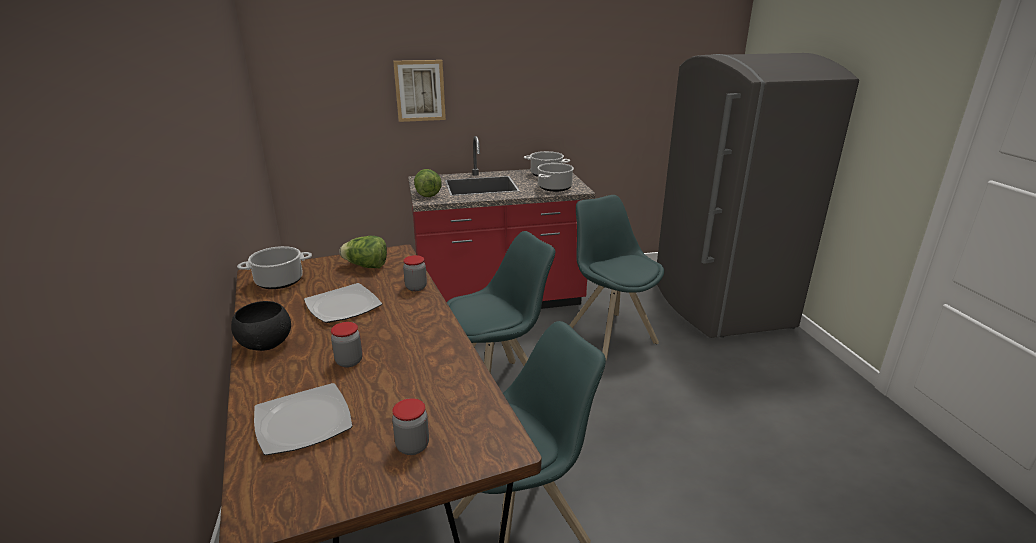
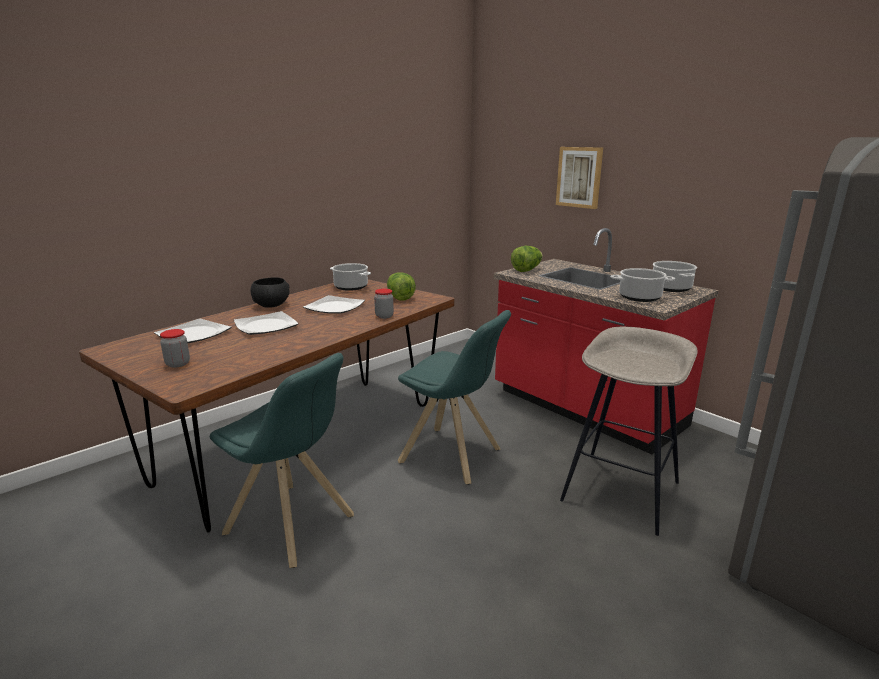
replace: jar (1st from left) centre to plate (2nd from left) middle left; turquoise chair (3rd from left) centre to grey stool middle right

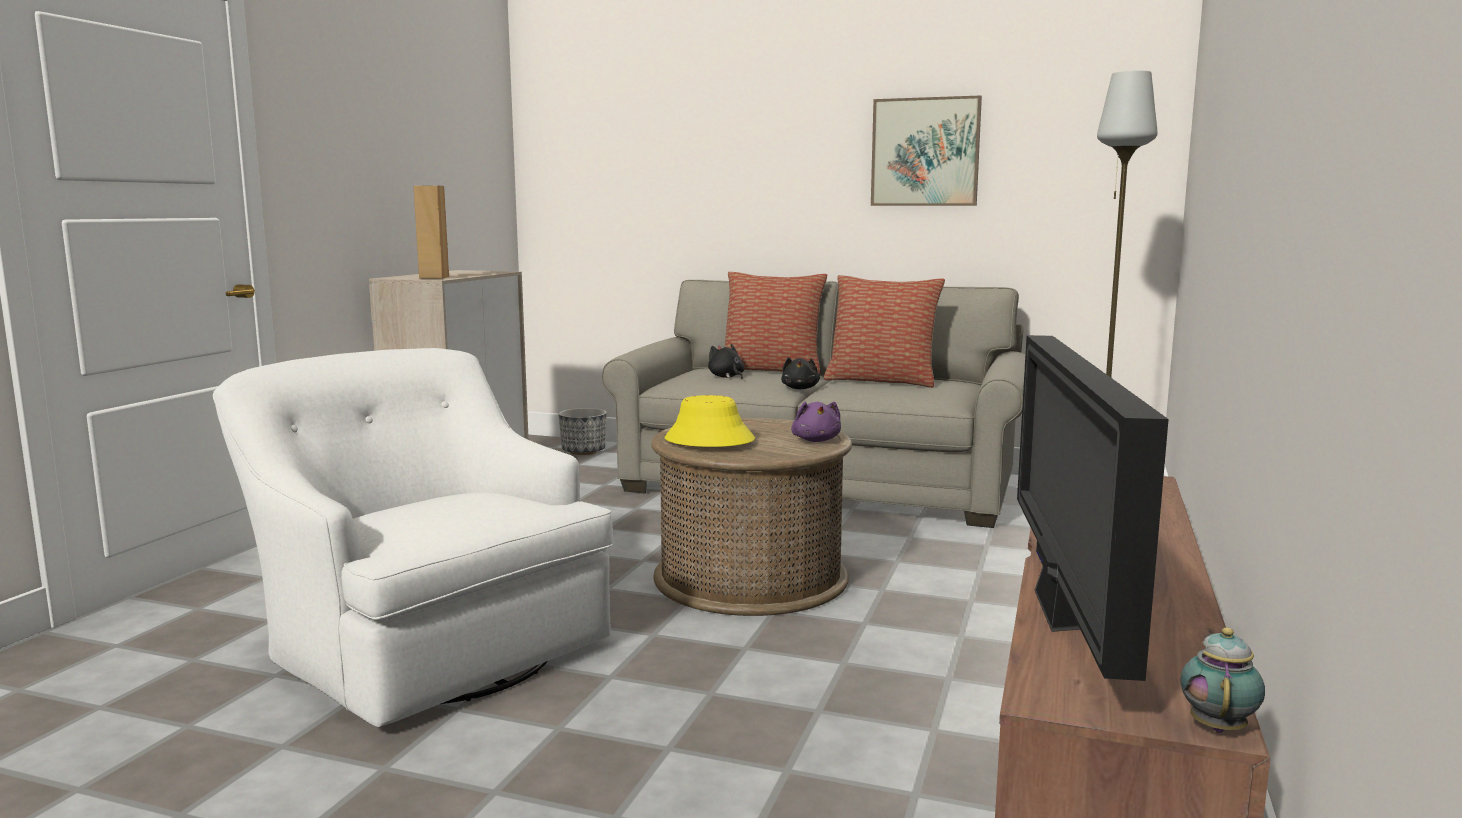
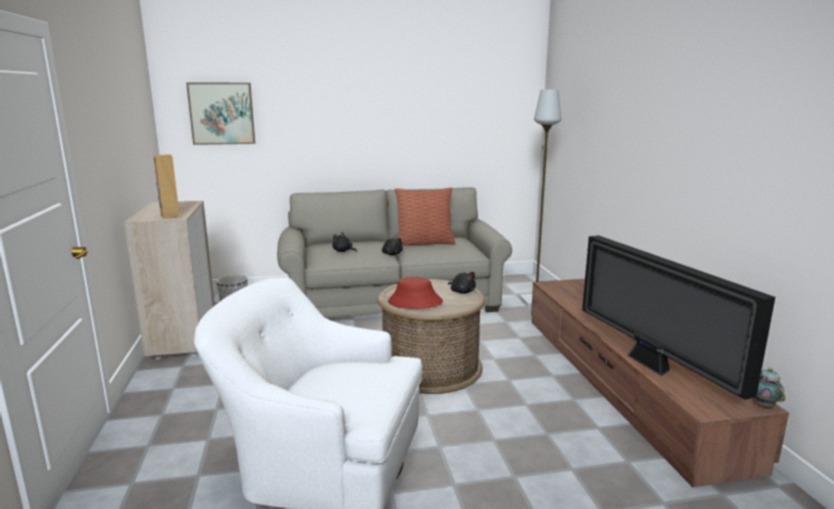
delete: pillow (1st from left) centre
move: picture top centre to top left
recolor: yellow hat centre to red hat centre; purple plush toy centre to black plush toy (3rd from left) centre

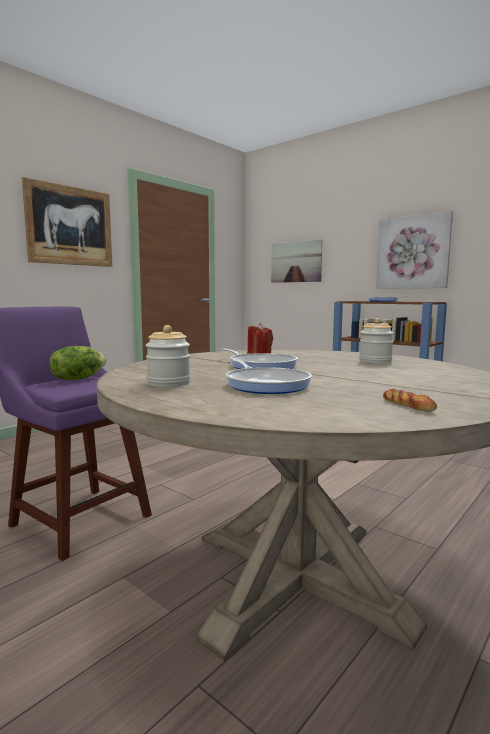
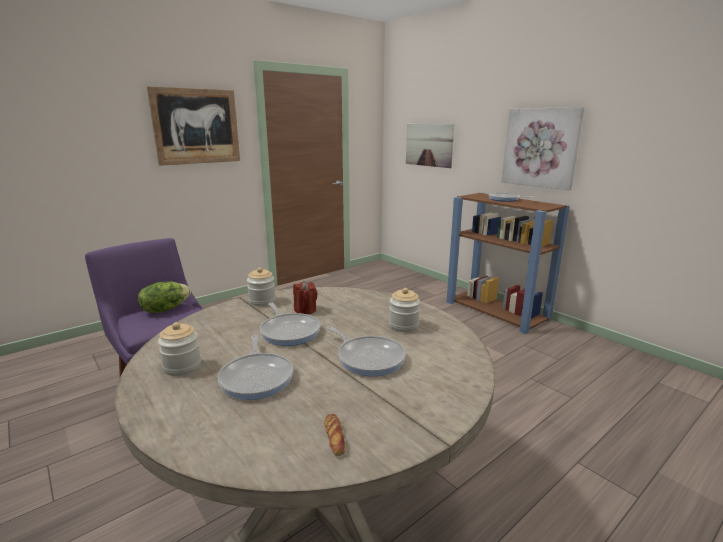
insert: jar (2nd from left) centre; frying pan (3rd from left) centre

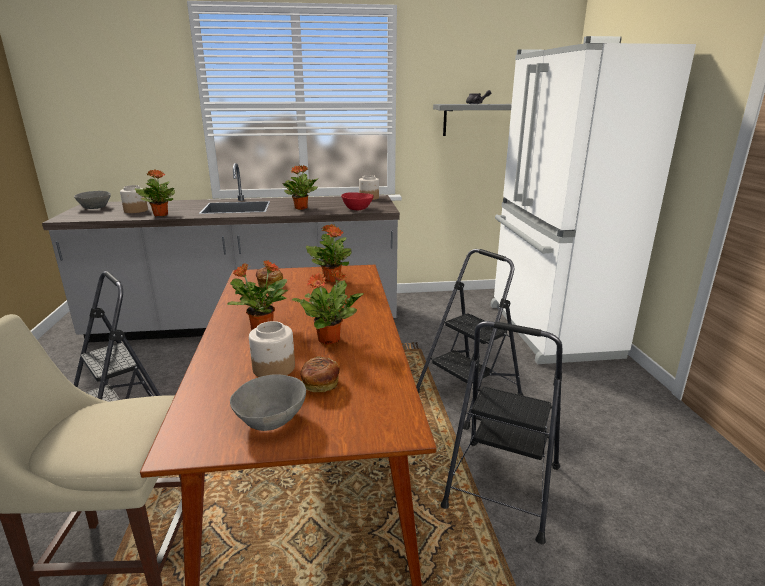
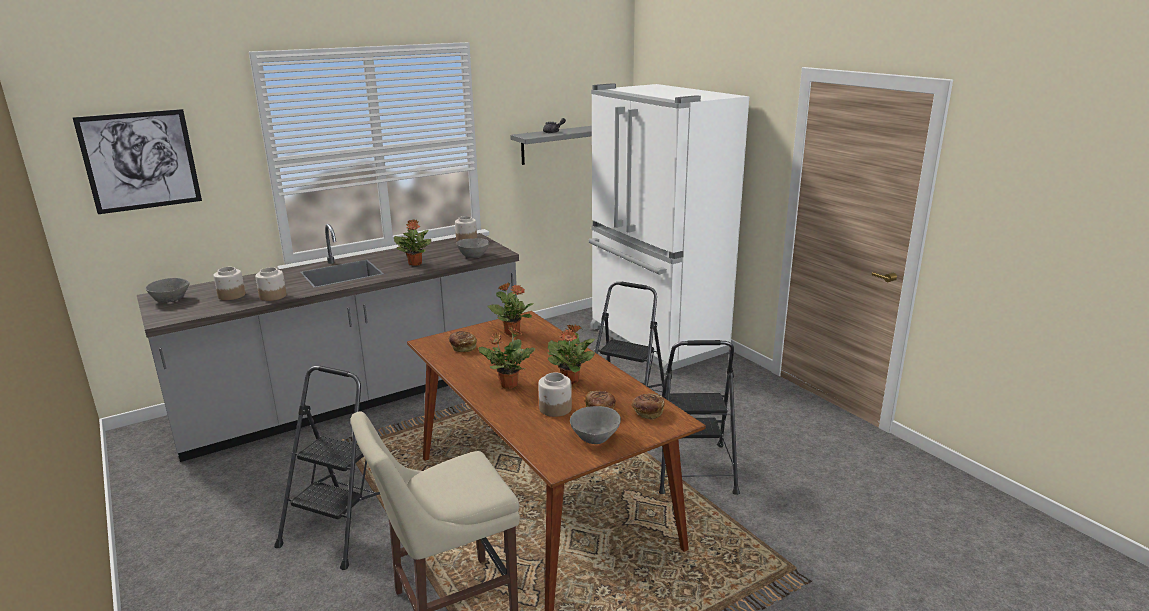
insert: picture top left; bread (3rd from left) centre
replace: potted plant (1st from left) top left to jar (2nd from left) middle left
recolor: red bowl centre to grey bowl (2nd from left) centre

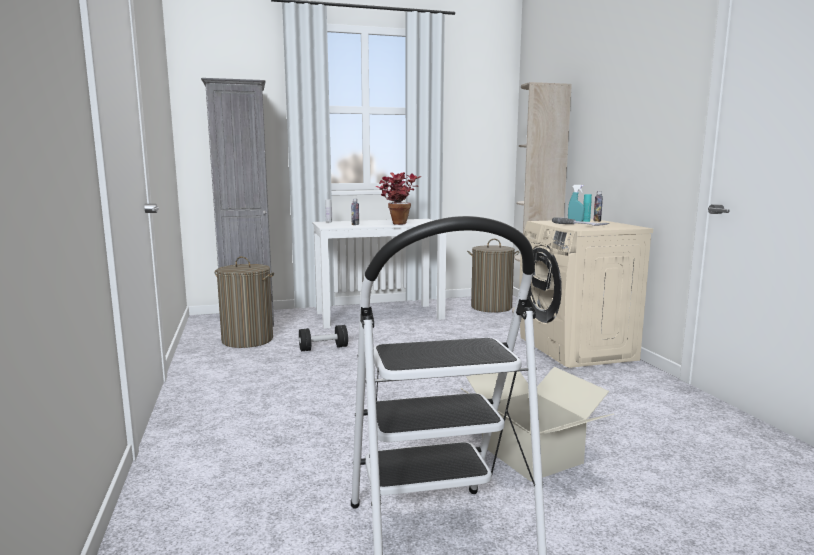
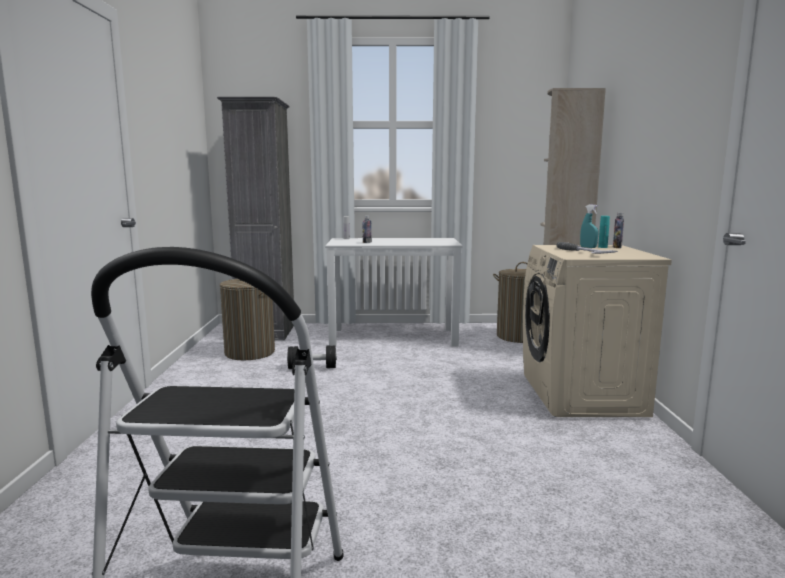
delete: potted plant centre; cardboard box bottom centre

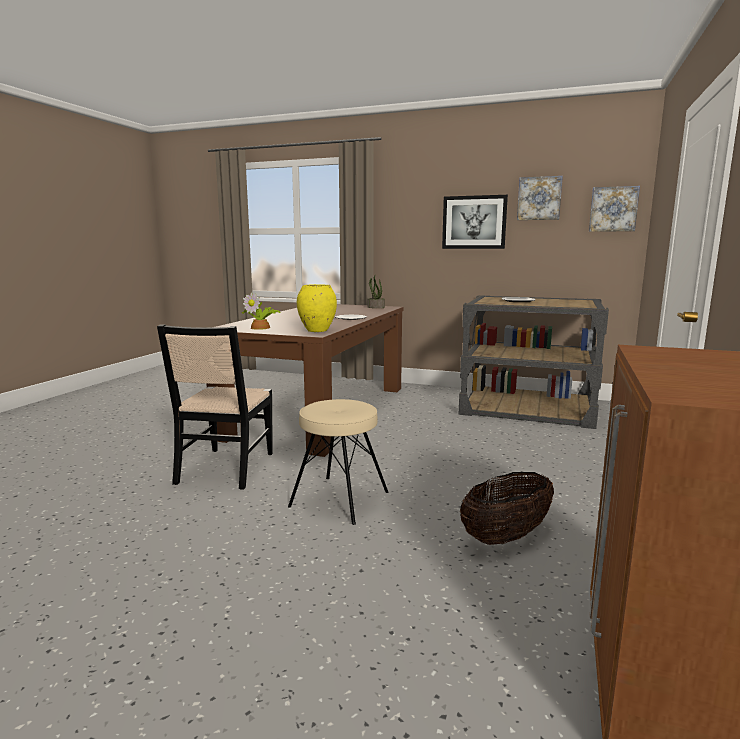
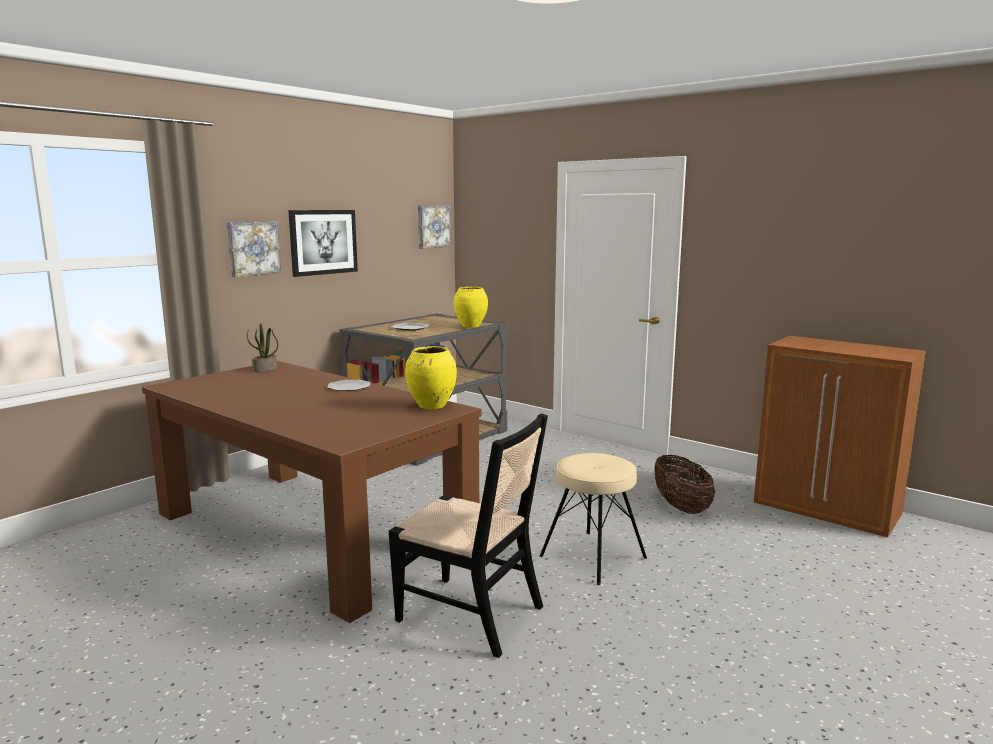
delete: potted plant (1st from left) centre
insert: yellow vase (2nd from left) centre
move: picture (2nd from left in the first image) top right to picture (1st from left) middle left

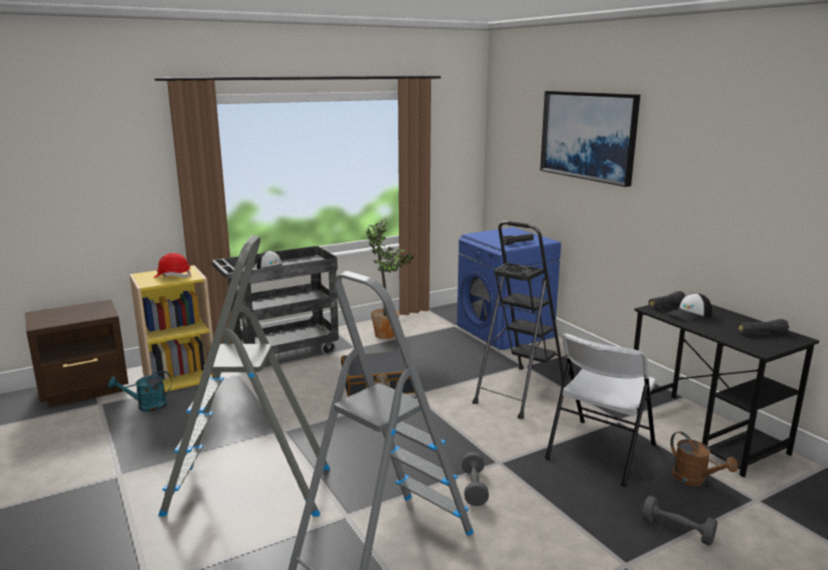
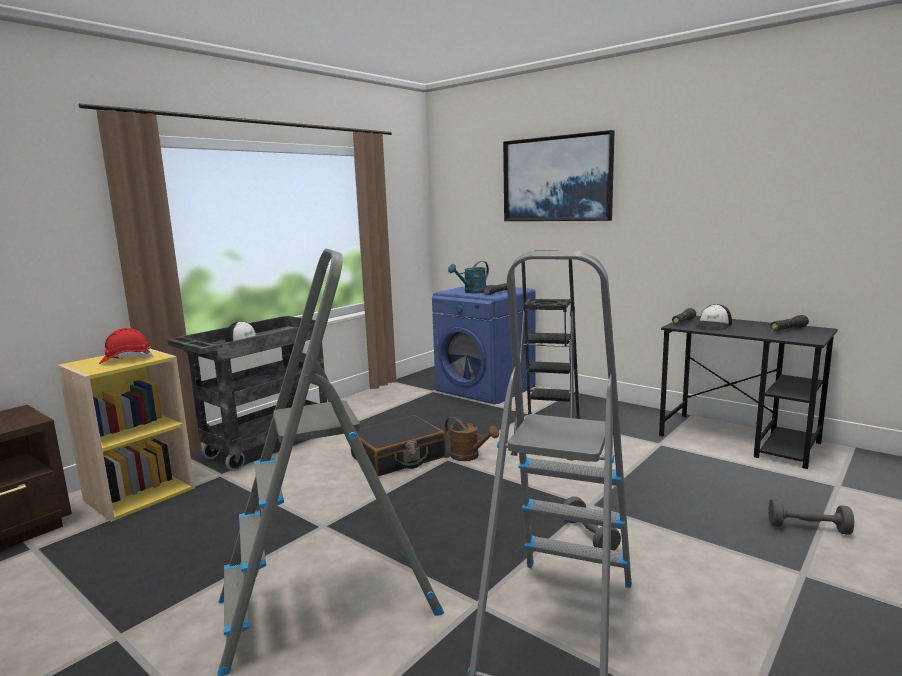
delete: potted plant centre; white chair bottom right
move: turquoise watering can bottom left to centre; brown watering can bottom right to centre

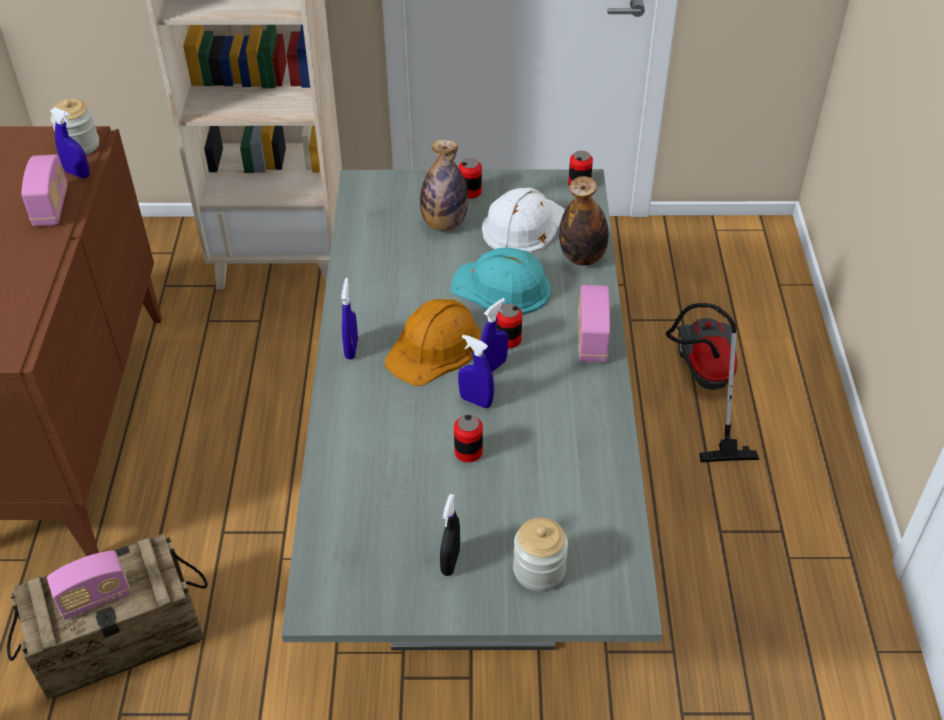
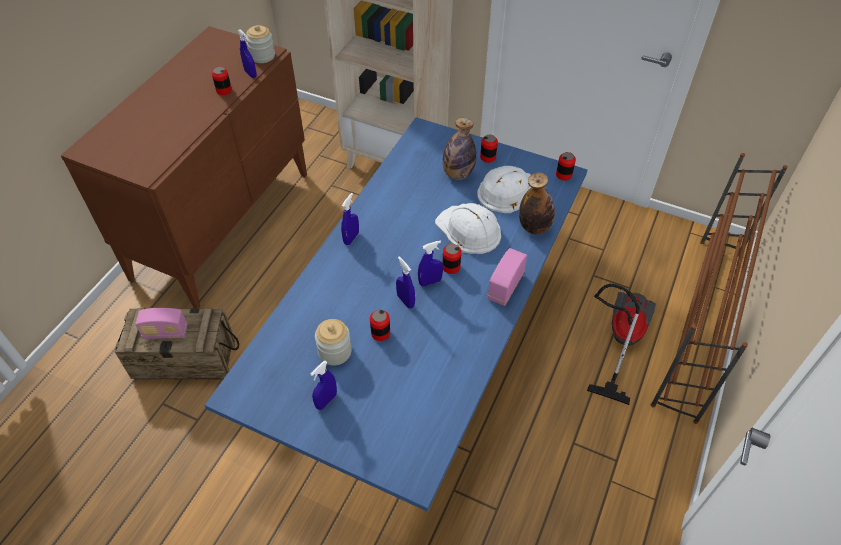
delete: orange hard hat centre
insert: brown shoe rack middle right
move: jar (2nd from left) bottom centre to centre
replace: radio (1st from left) top left to can (1st from left) top left
recolor: grey dining table centre to blue dining table centre; black spray bottle bottom centre to blue spray bottle (2nd from left) bottom centre; turquoise hard hat centre to white hard hat (1st from left) centre

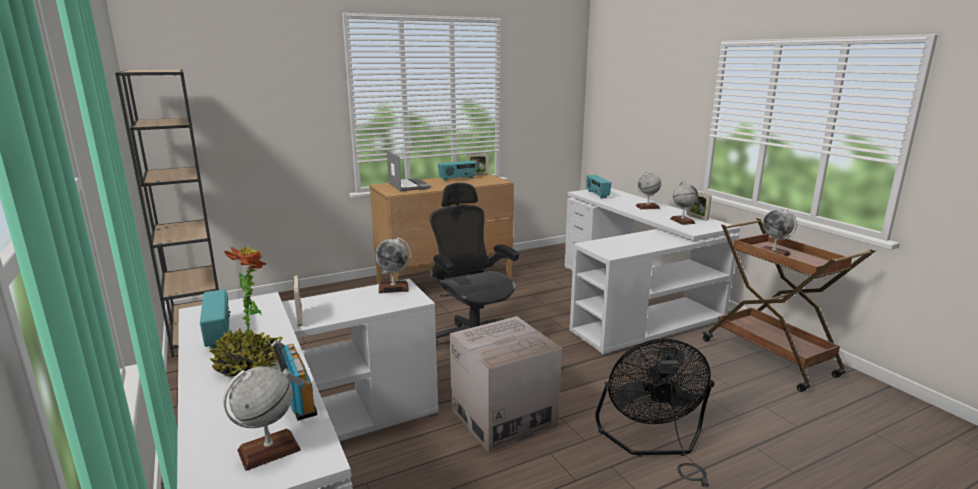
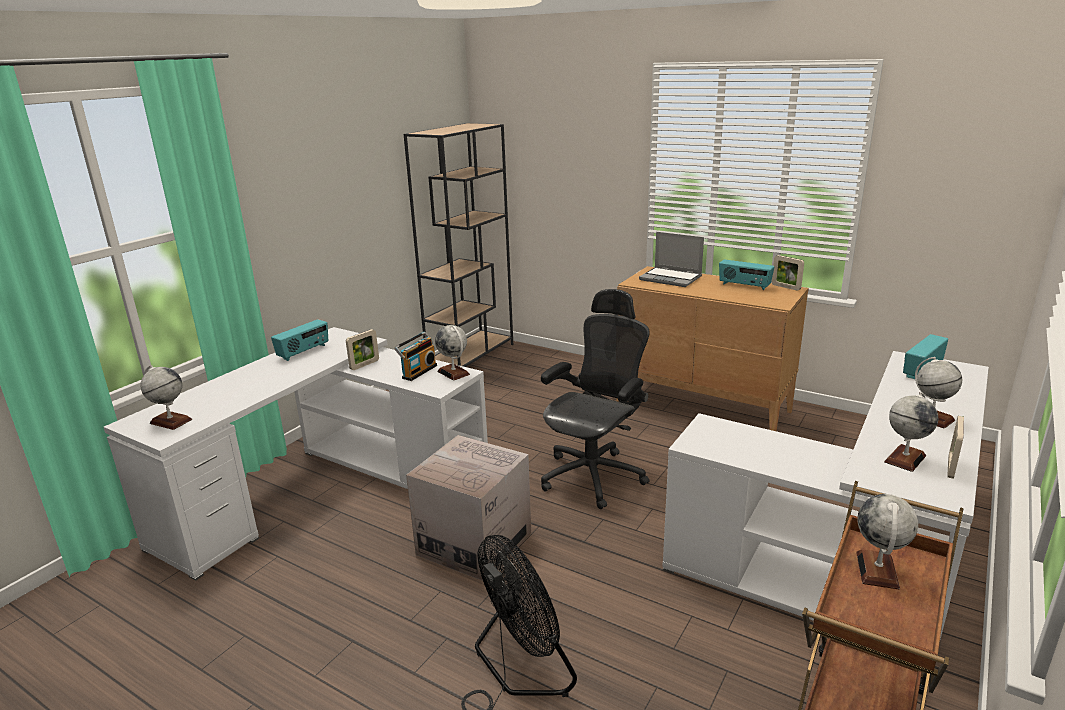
delete: potted plant middle left
move: radio (2nd from left) bottom left to centre
rotate: laptop centre = centre 90 degrees clockwise

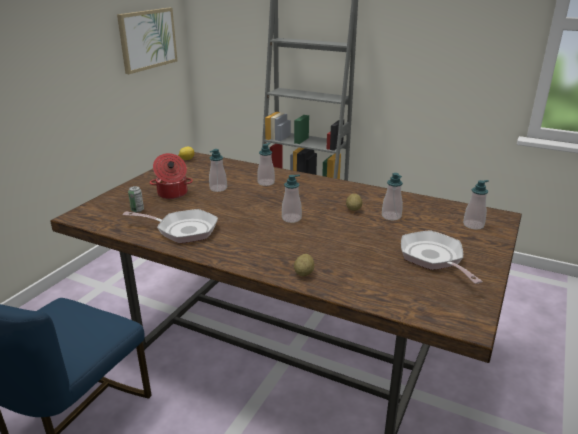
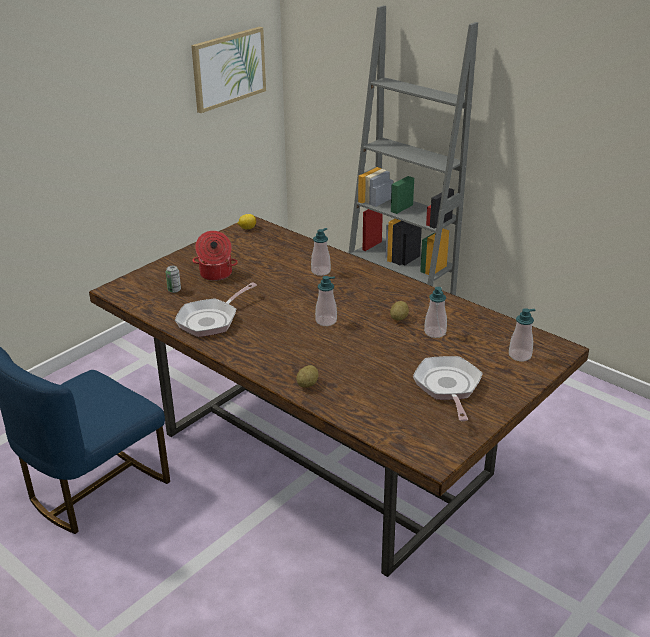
delete: soap dispenser (1st from left) centre
rotate: frying pan (1st from left) middle left = middle left 105 degrees clockwise

